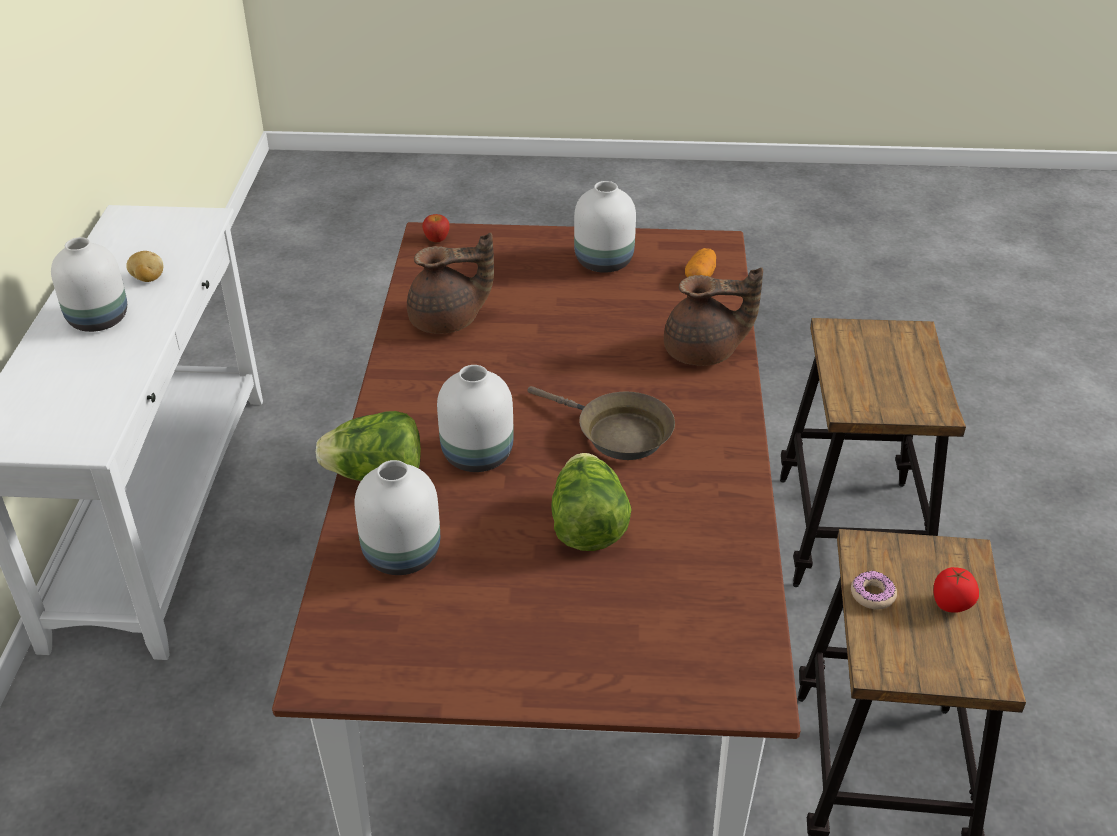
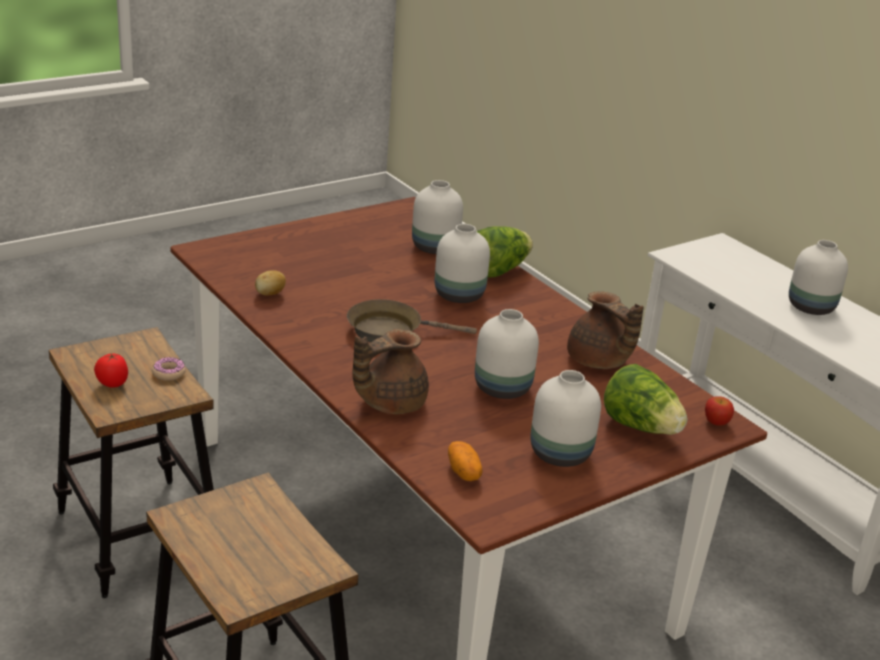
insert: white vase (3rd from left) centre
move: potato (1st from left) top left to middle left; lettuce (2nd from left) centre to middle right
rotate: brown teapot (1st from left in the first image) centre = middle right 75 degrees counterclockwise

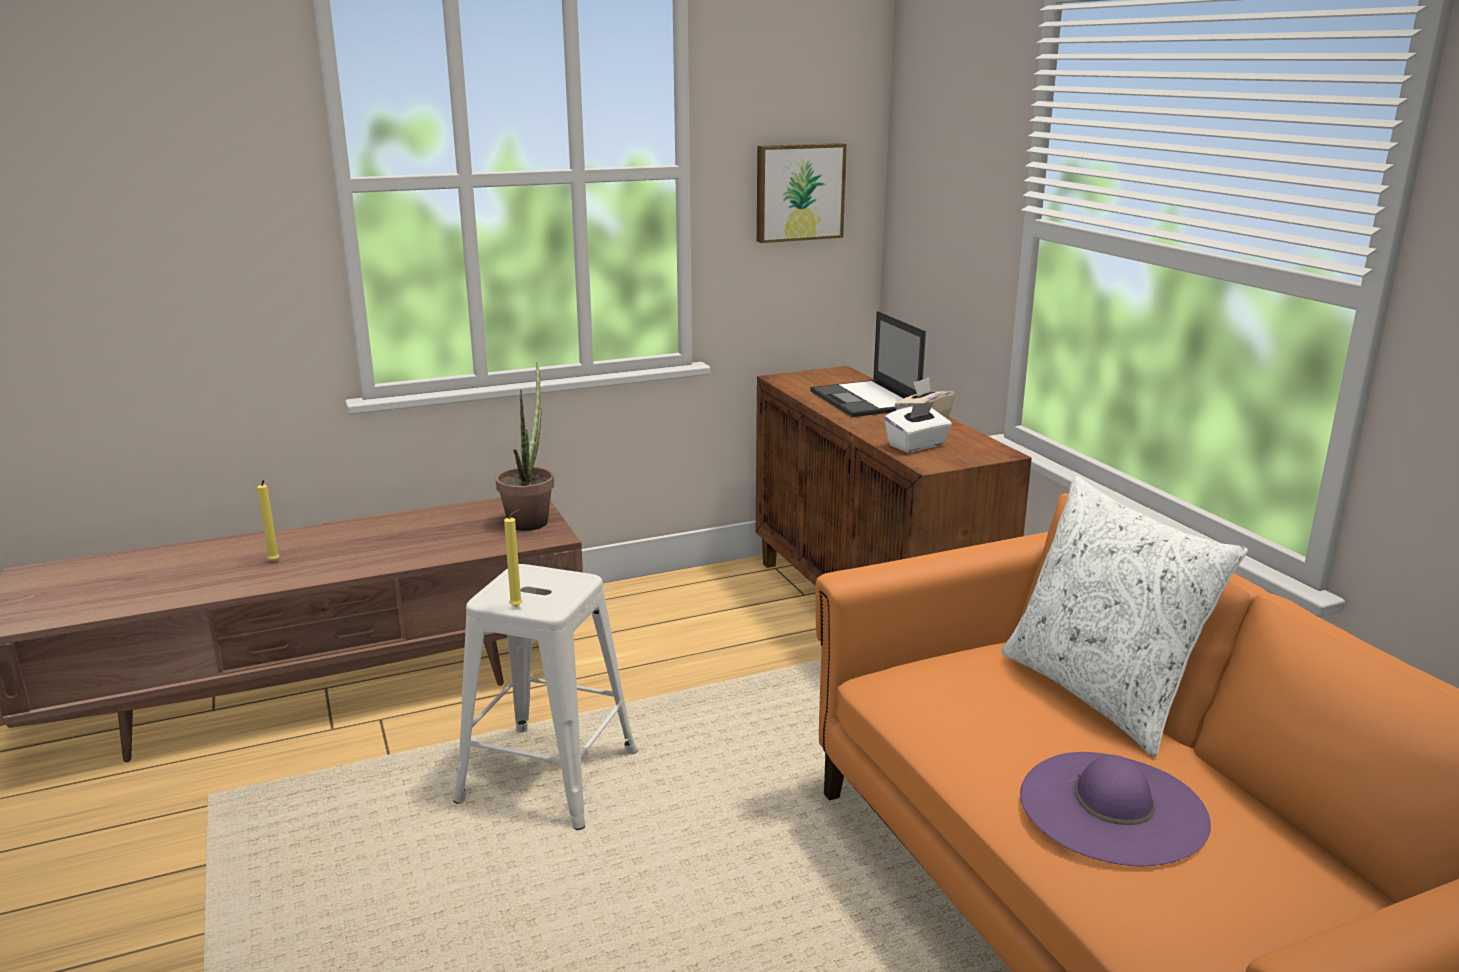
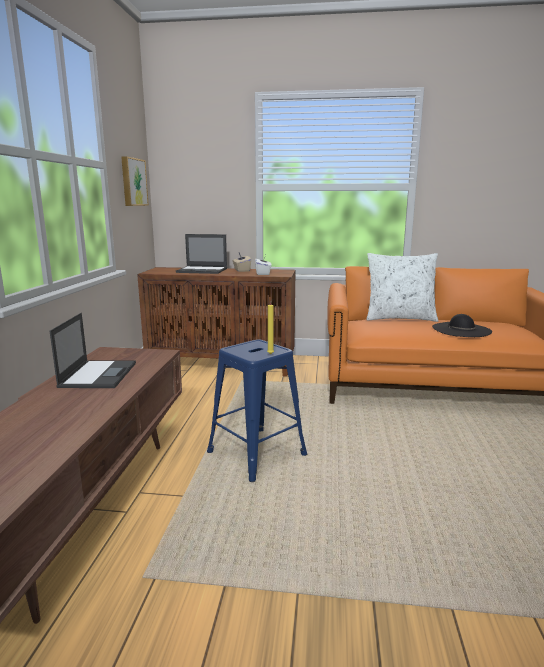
delete: yellow candle (1st from left) middle left; potted plant centre
insert: laptop (1st from left) middle left
recolor: white stool bottom centre to blue stool centre; purple hat bottom right to black hat middle right

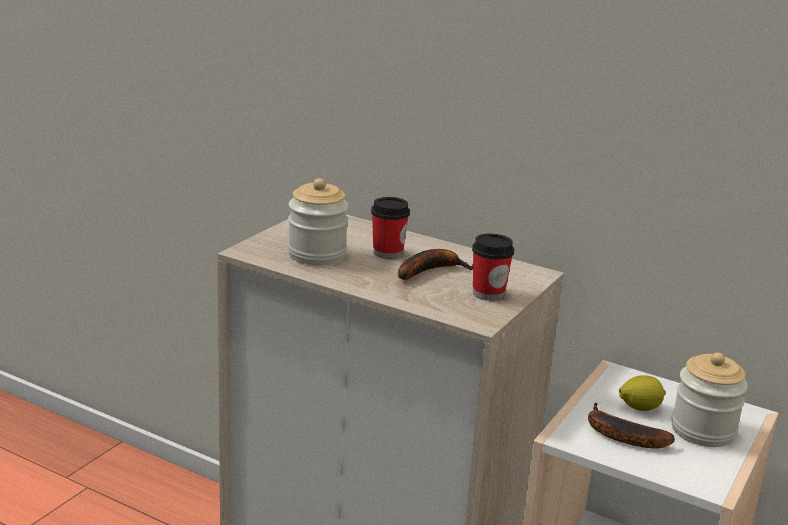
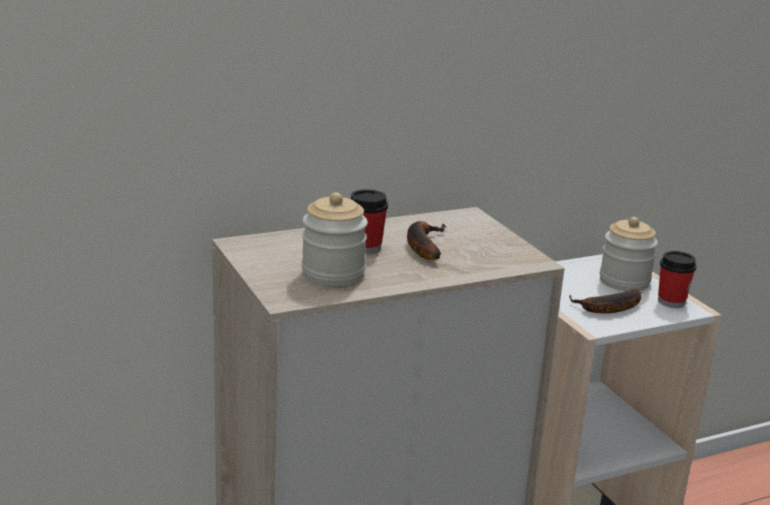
delete: lemon bottom right
move: cup (2nd from left) centre to middle right

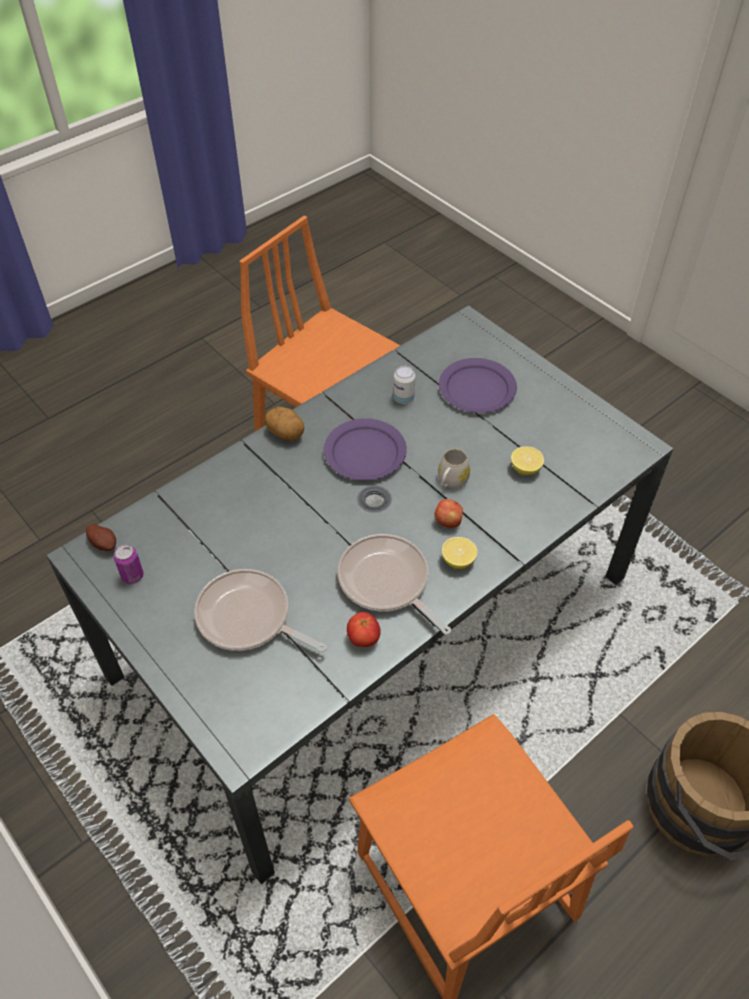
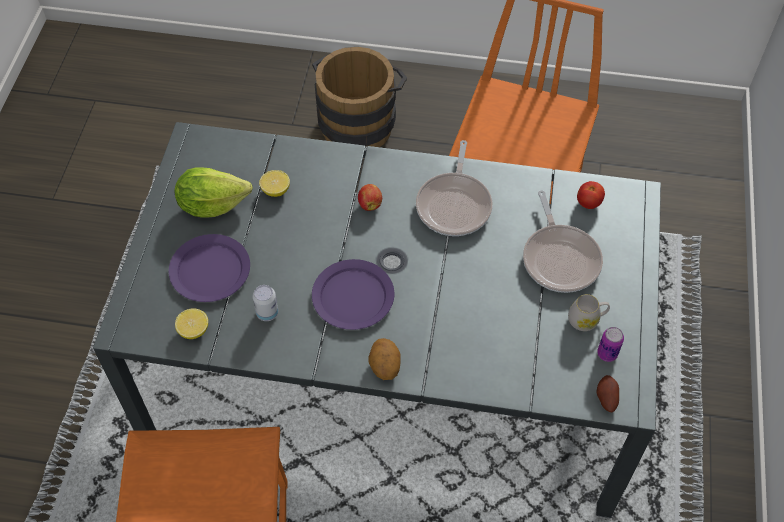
insert: lettuce middle left
move: tomato centre to middle right; white mug centre to middle right; lemon (1st from left) centre to middle left

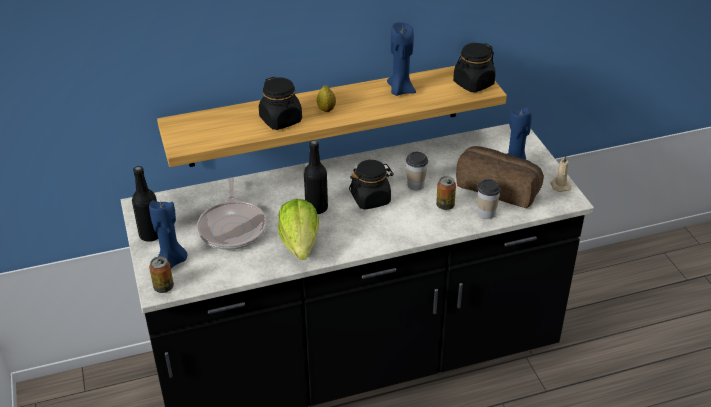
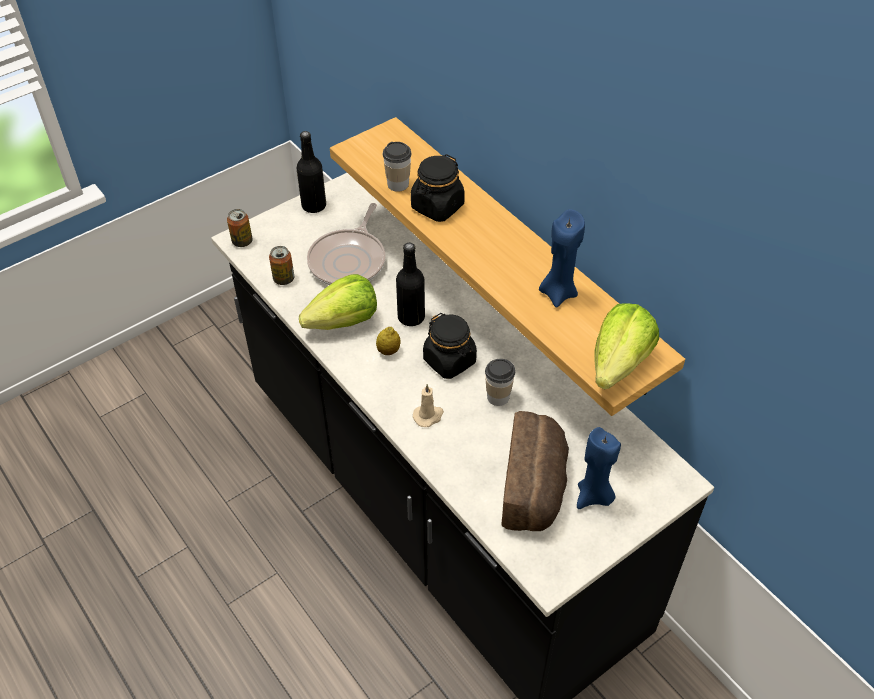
delete: blue candle (1st from left) middle left
move: lemon top centre to centre; can (2nd from left) centre to middle left; cup (2nd from left in the first image) middle right to cup (1st from left) top centre; beige candle middle right to centre
replace: black jar (3rd from left) top right to lettuce (2nd from left) middle right
rotate: frying pan middle left = centre 45 degrees counterclockwise

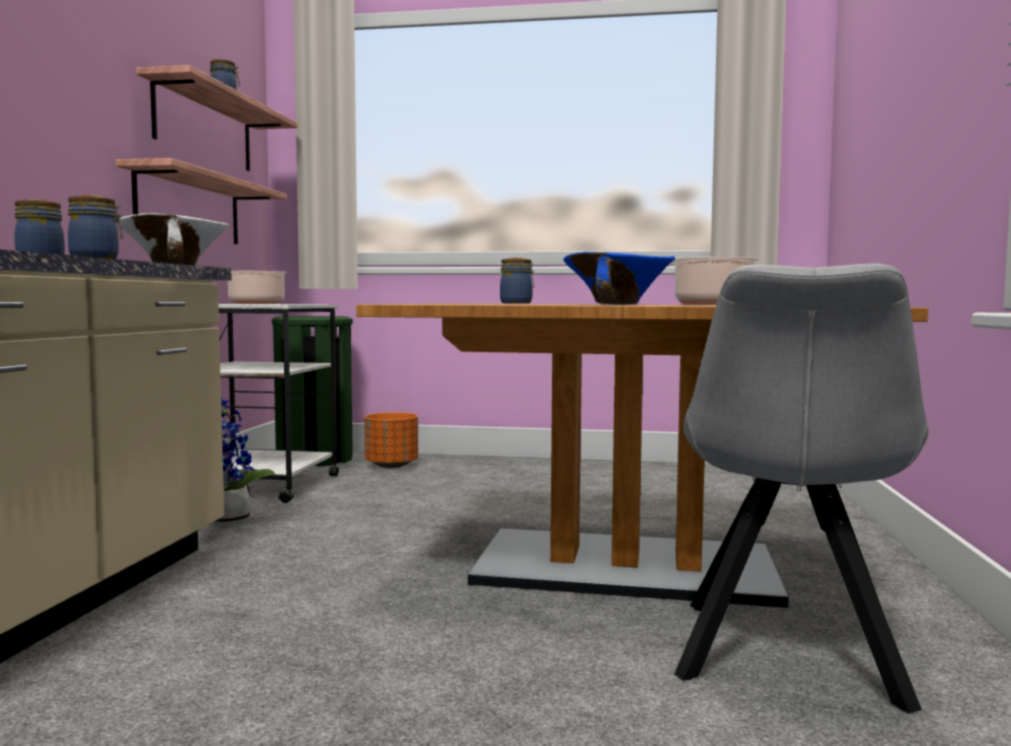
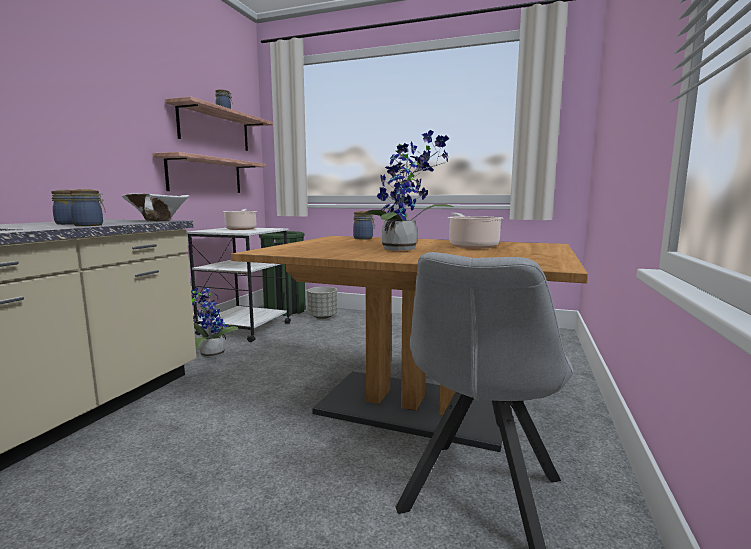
replace: blue bowl centre to potted plant (2nd from left) centre
recolor: orange planter centre to grey planter centre

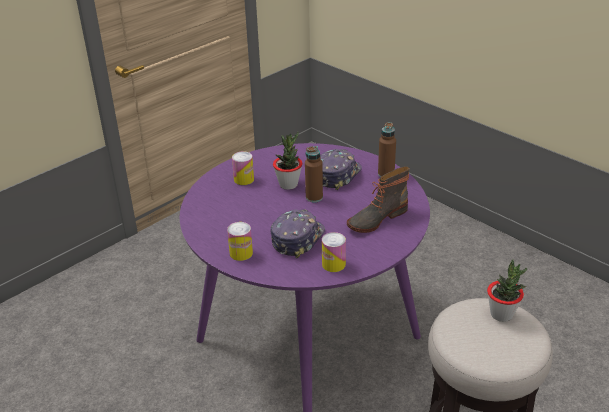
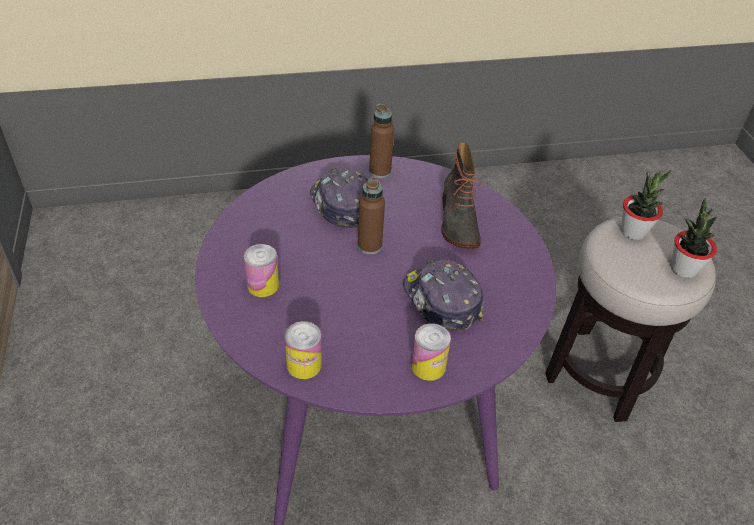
move: potted plant (1st from left in the first image) centre to potted plant (2nd from left) middle right; can (3rd from left in the first image) centre to can (2nd from left) bottom centre

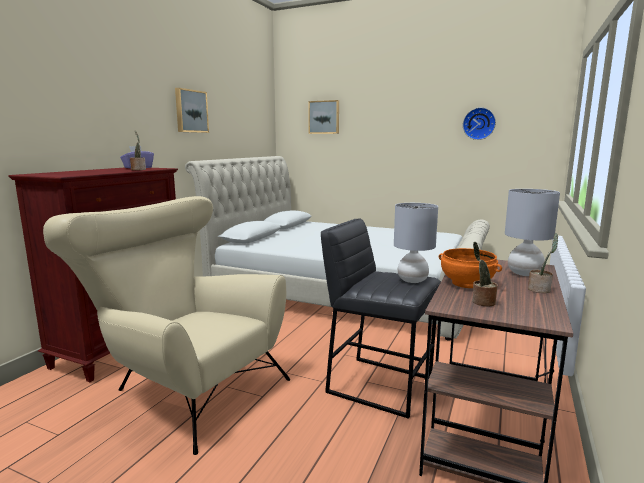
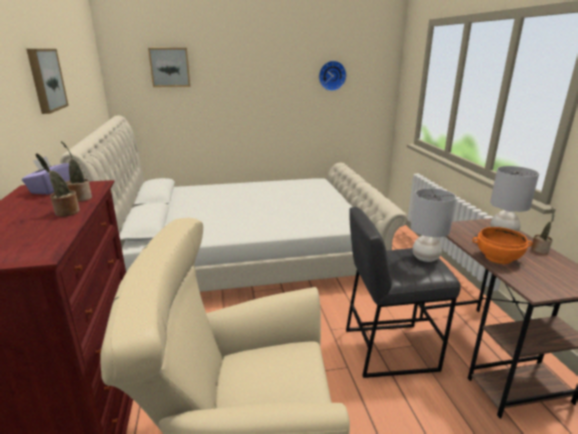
move: potted plant (2nd from left in the first image) middle right to potted plant (1st from left) middle left

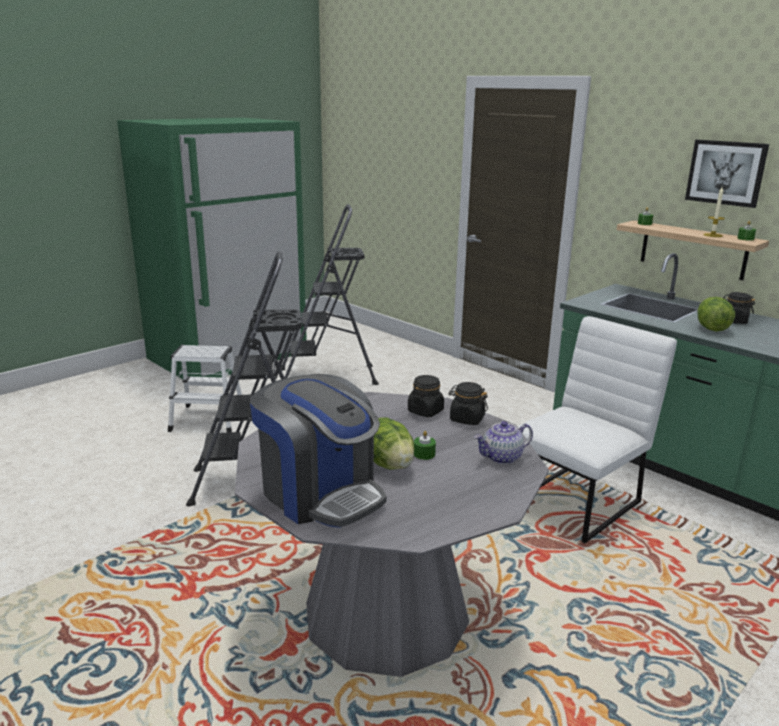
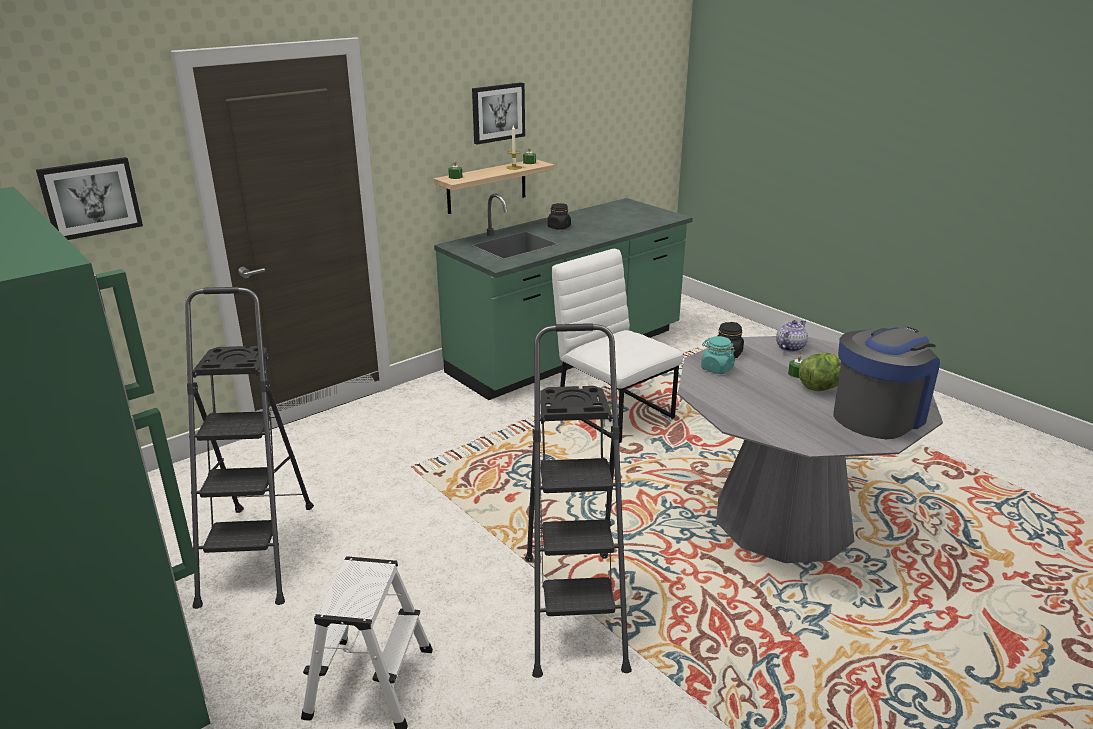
delete: lettuce (2nd from left) middle right
insert: picture (1st from left) top left
recolor: black jar (1st from left) centre to turquoise jar centre
rotate: teapot centre = middle right 120 degrees counterclockwise

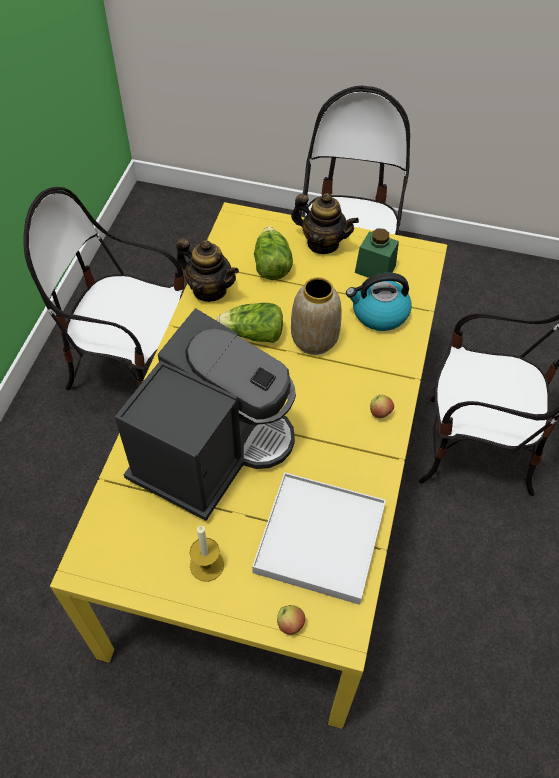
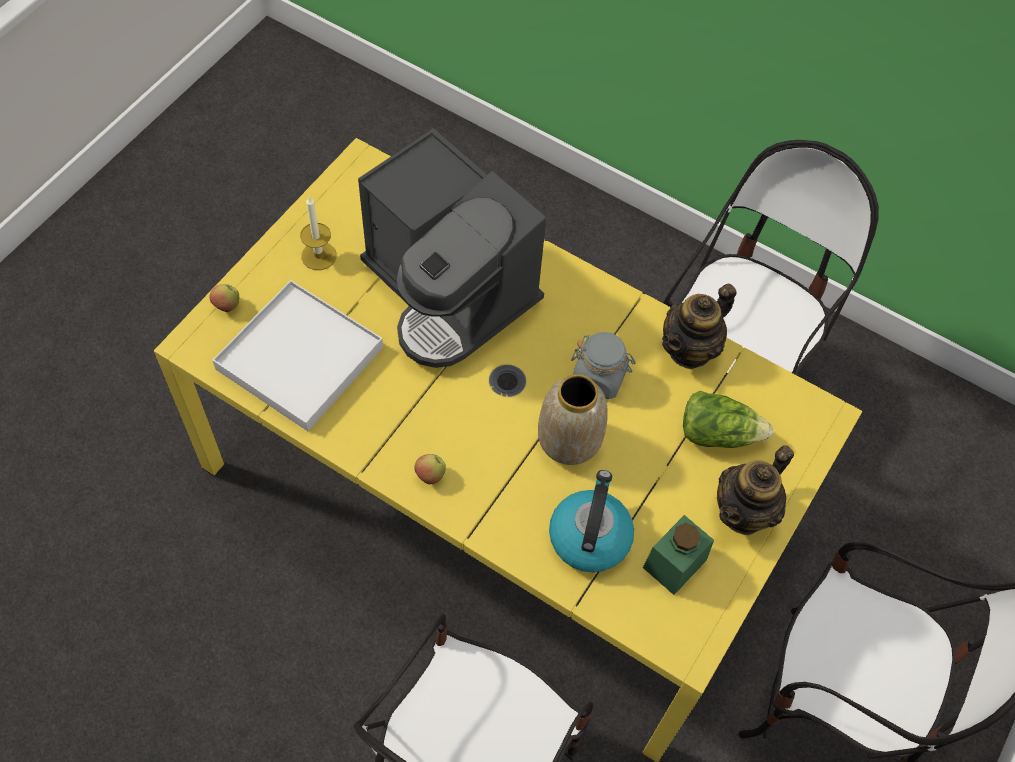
replace: lettuce (1st from left) centre to grey jar centre

